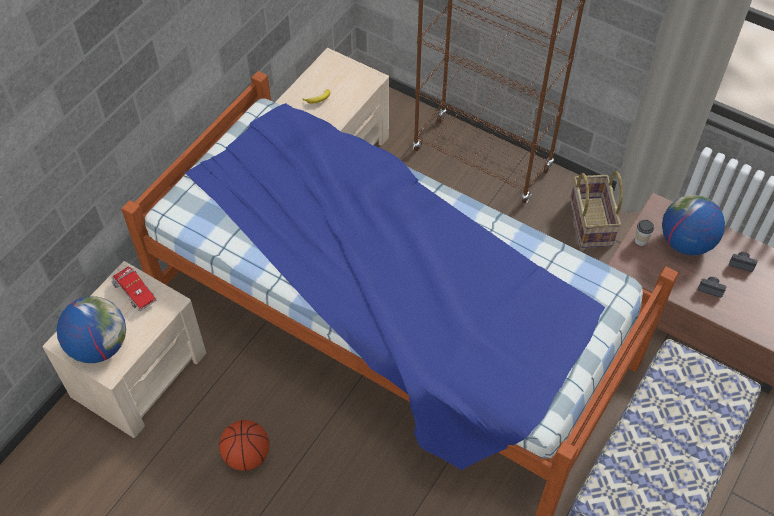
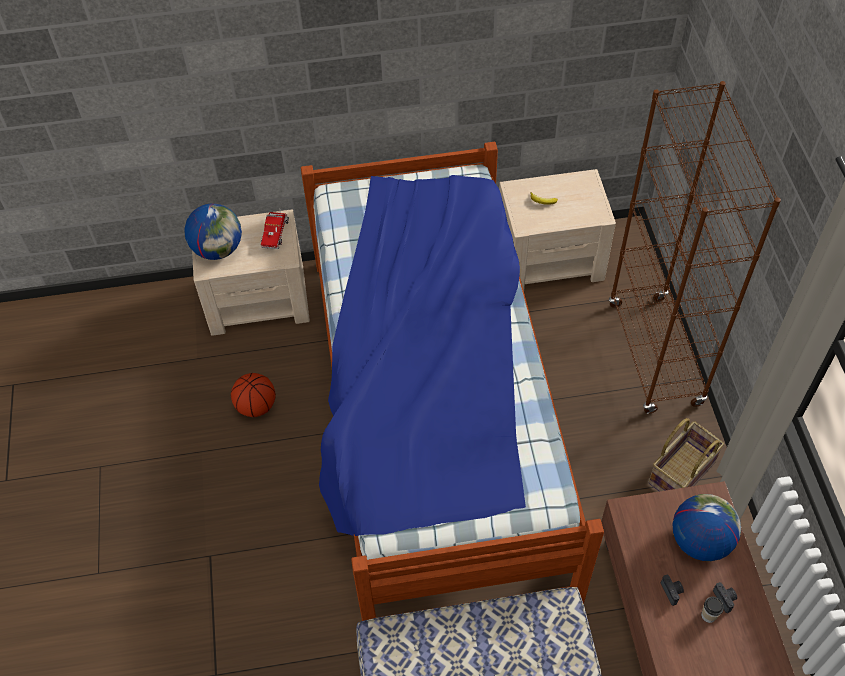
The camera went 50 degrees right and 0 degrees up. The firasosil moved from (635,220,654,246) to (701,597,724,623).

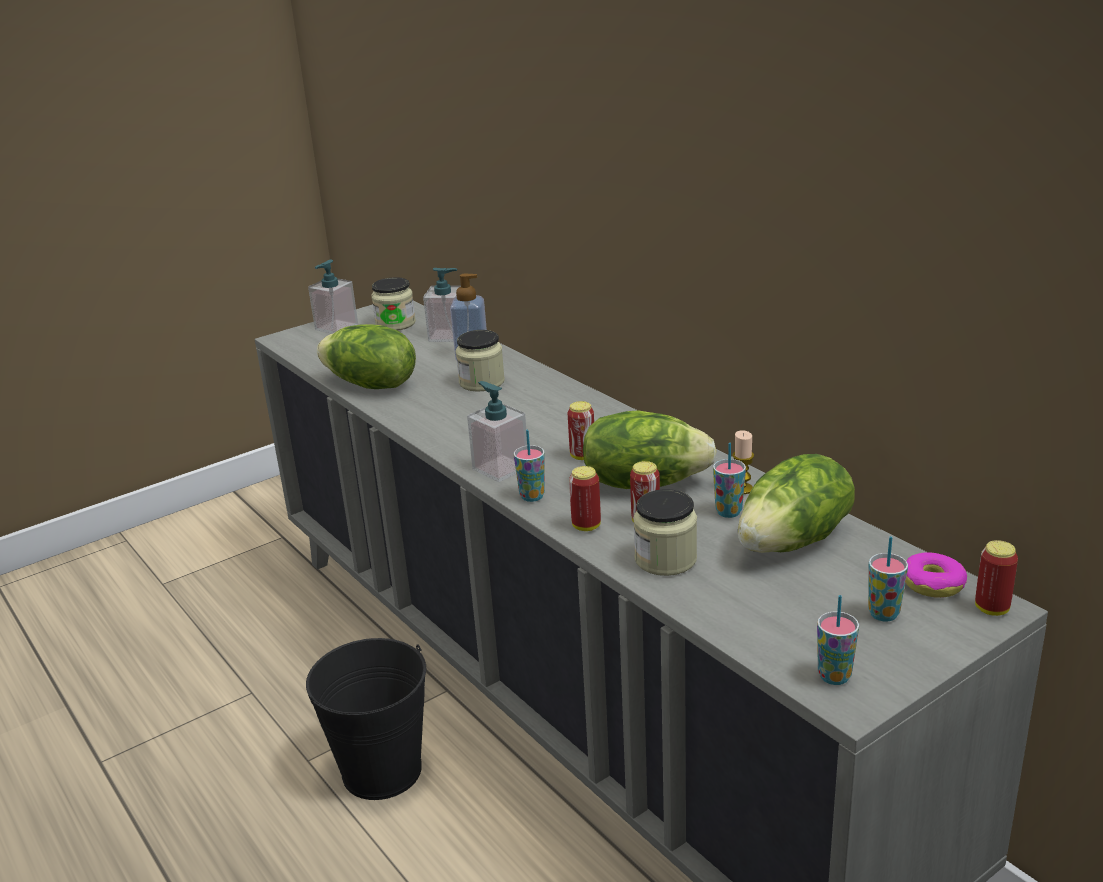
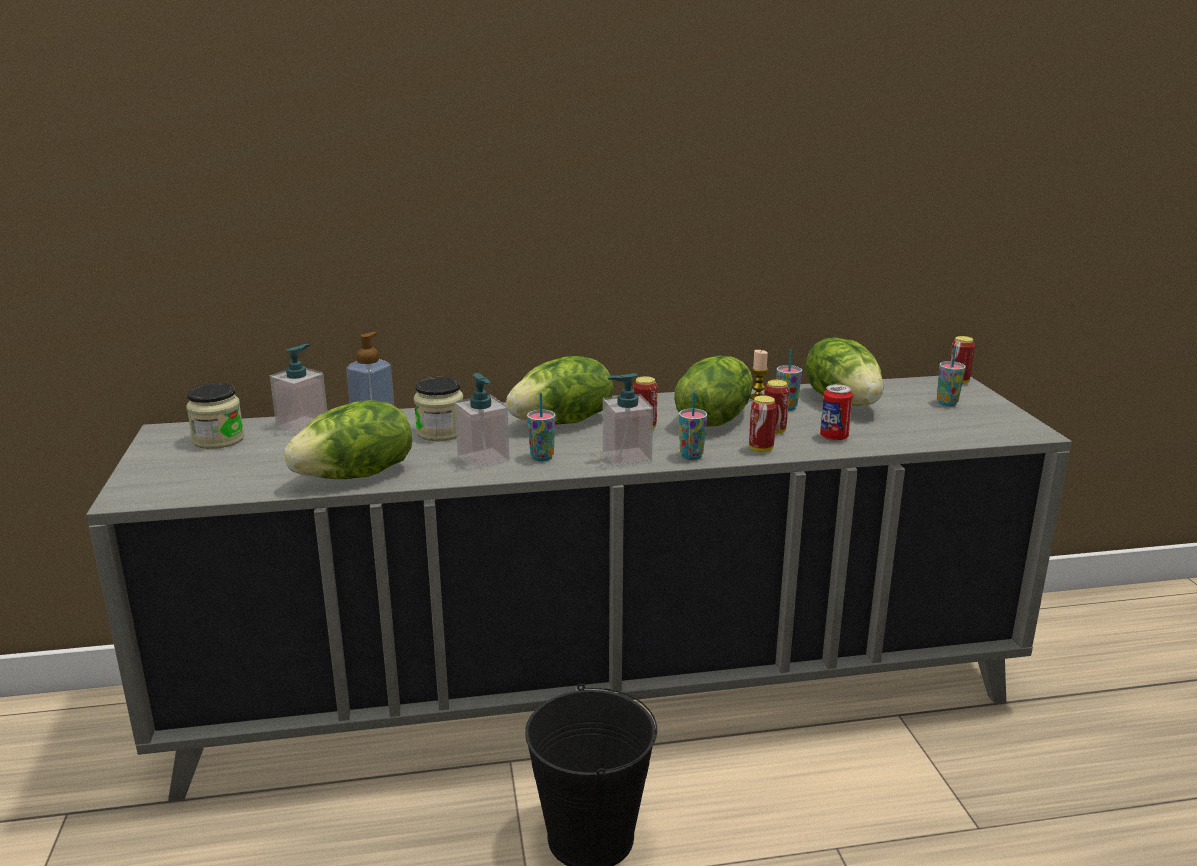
The camera went 65 degrees left and 5 degrees down. The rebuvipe moved from (308,260,358,334) to (454,373,510,470). The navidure at (506,356,613,424) appeared. The firasosil moved from (817,595,859,685) to (527,393,556,461). The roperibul at (633,489,697,576) was replaced by the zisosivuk at (820,384,853,441). The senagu at (906,552,967,598) disappeared.

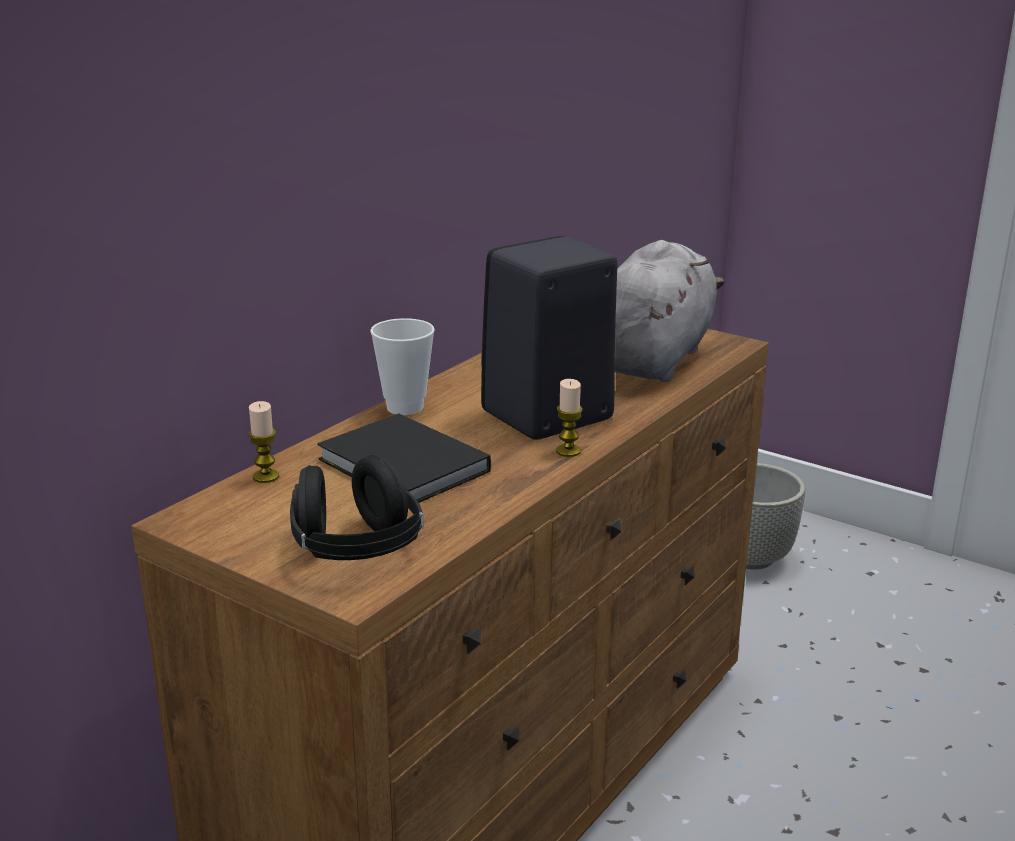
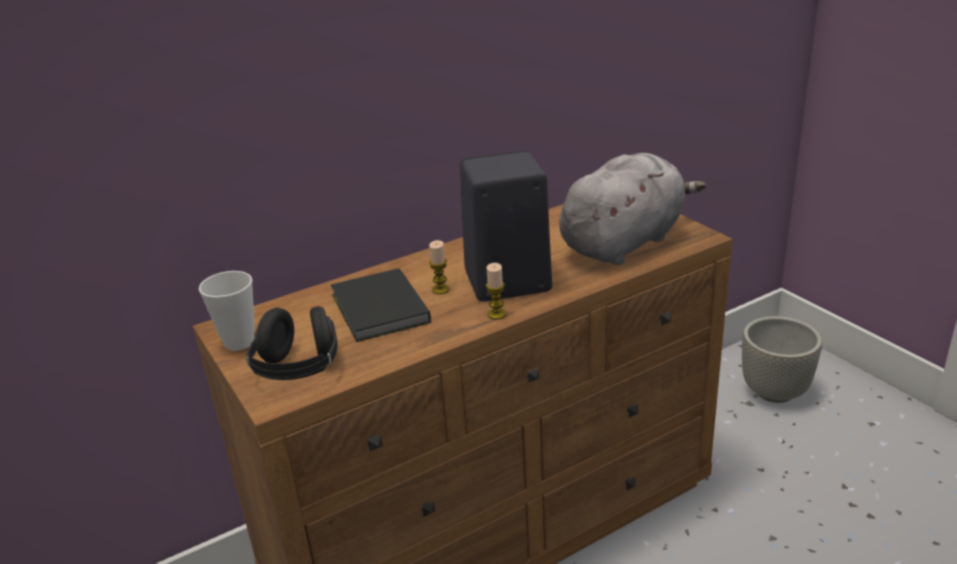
The camera went 25 degrees right and 5 degrees up. The firasosil moved from (370,318,435,415) to (199,271,255,351). The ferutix moved from (248,401,279,483) to (429,240,449,294).

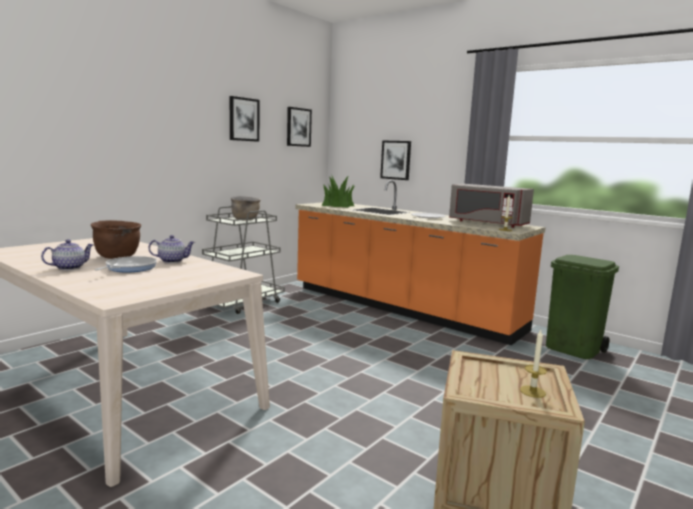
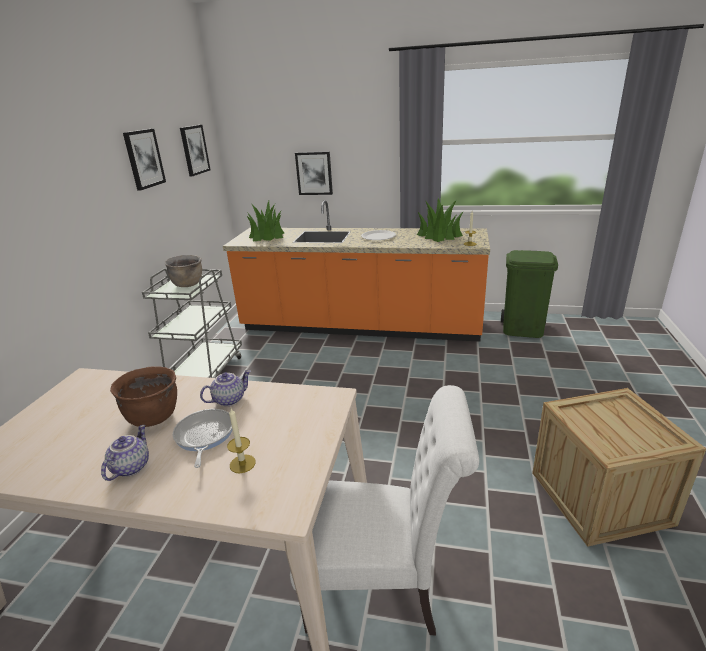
The camera went 25 degrees left and 15 degrees up. The ferutix moved from (520,330,547,398) to (227,408,256,473). The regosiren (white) at (290,385,479,636) appeared. The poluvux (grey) at (449,184,534,228) was replaced by the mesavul at (417,198,464,242).

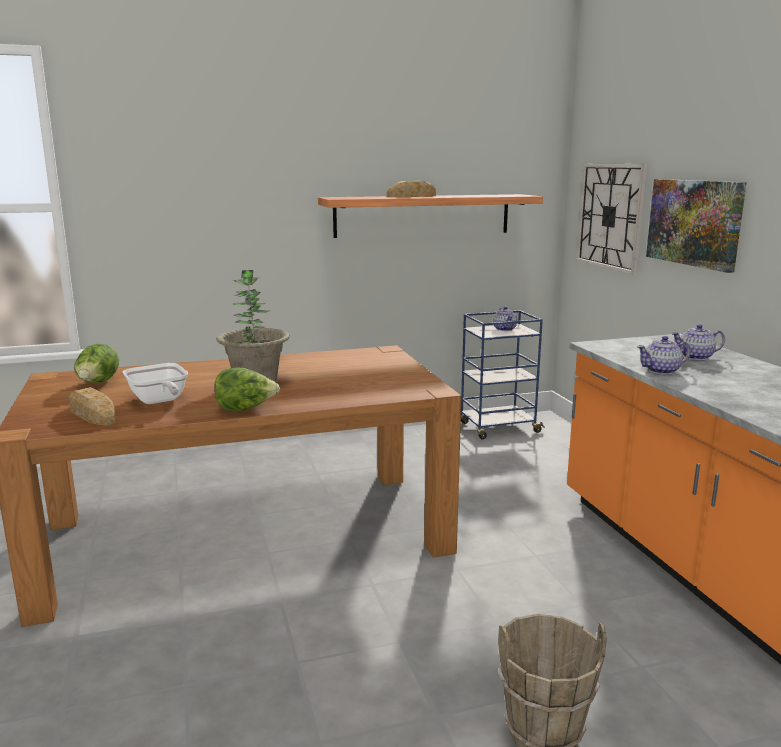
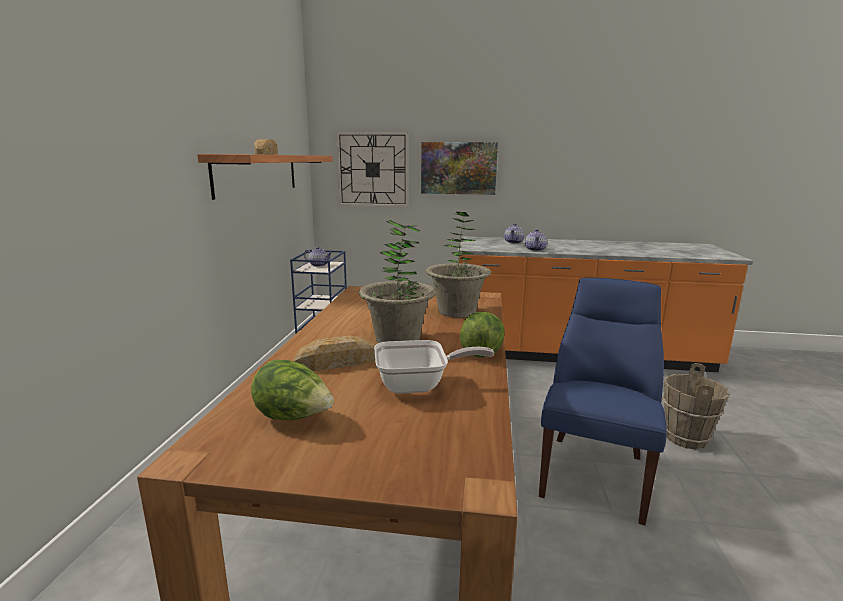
The camera went 65 degrees left and 0 degrees up. The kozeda moved from (69,387,116,426) to (294,336,375,371). The mesavul at (426,212,491,318) appeared. The regosiren (blue) at (539,278,667,525) appeared.

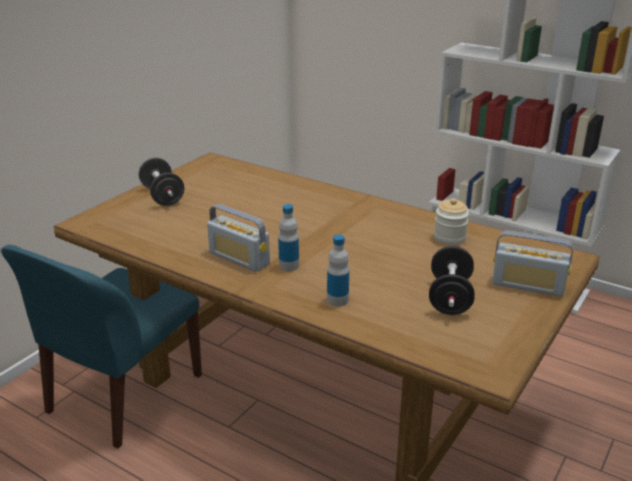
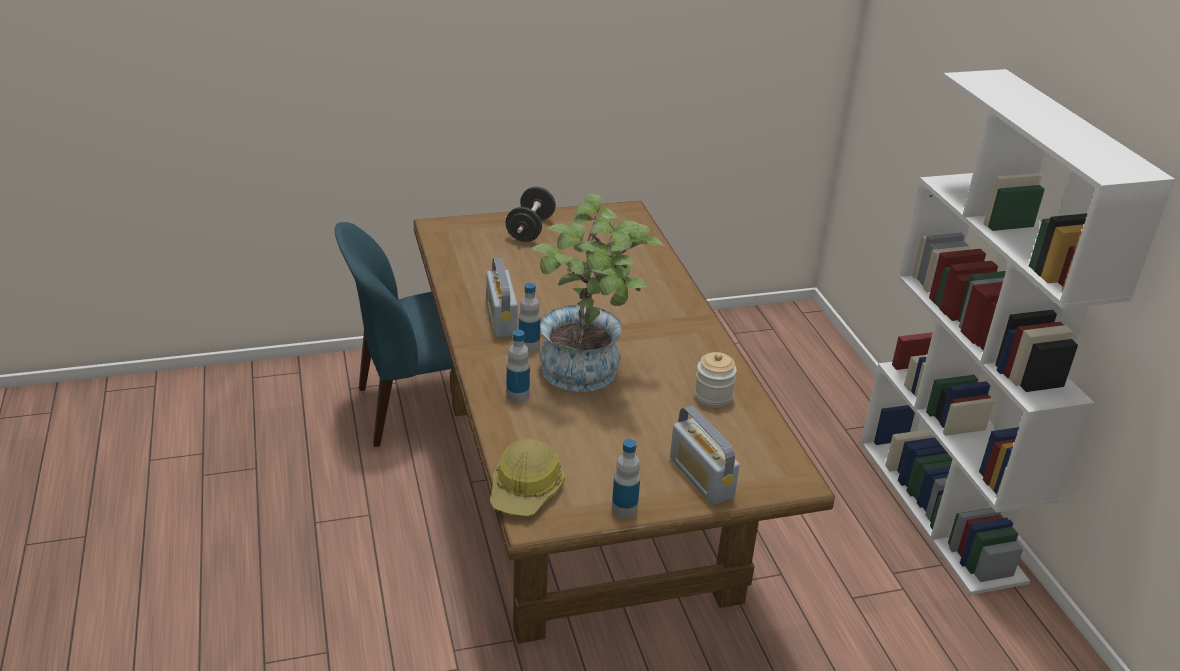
The camera went 40 degrees right and 5 degrees up. The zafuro at (490,439,565,517) appeared. The mesavul at (532,194,665,392) appeared. The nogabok at (612,439,640,519) appeared. The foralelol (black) at (429,246,475,315) disappeared.

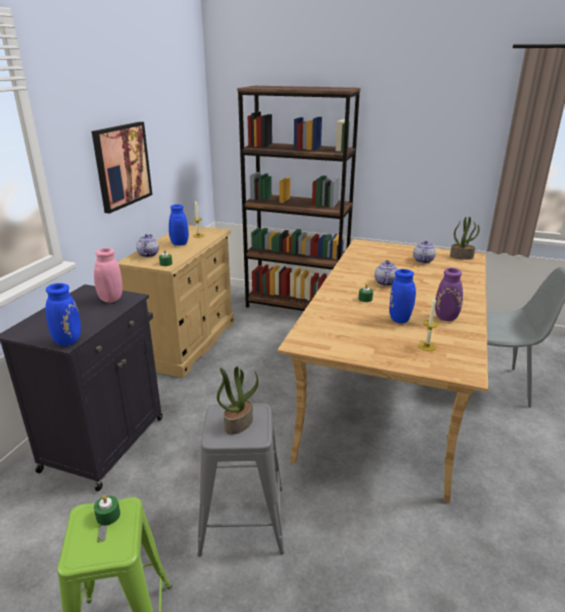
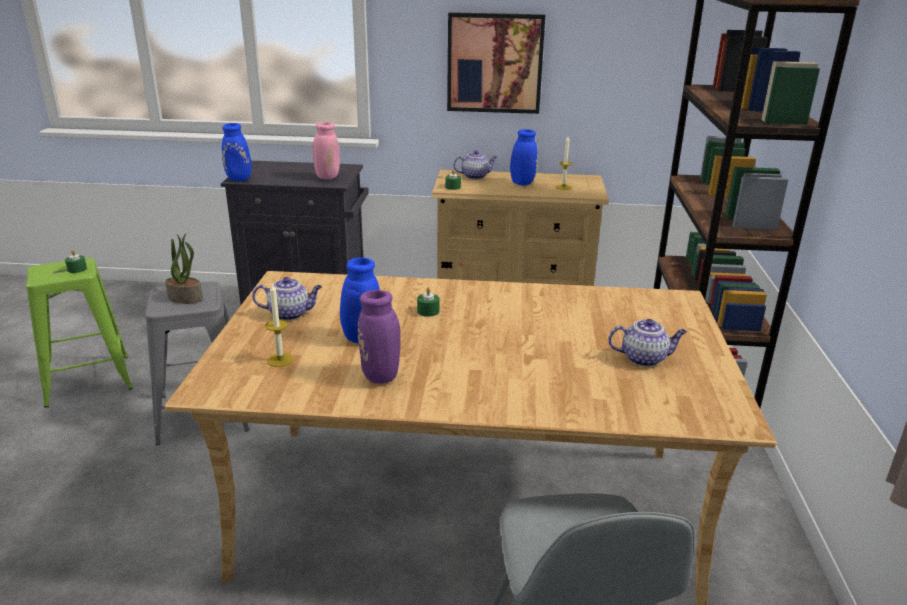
The camera went 75 degrees right and 0 degrees up. The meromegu moved from (374,260,398,286) to (252,277,322,321). The mesavul at (450,217,480,260) disappeared.

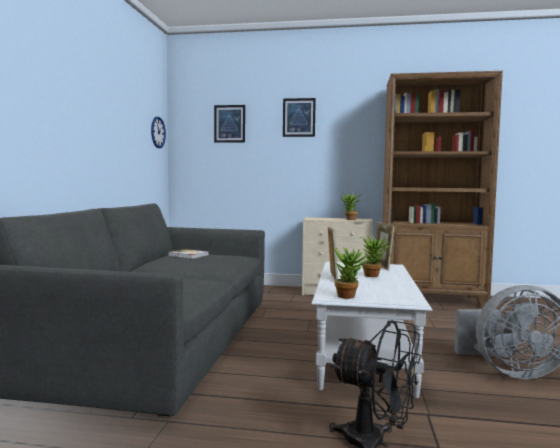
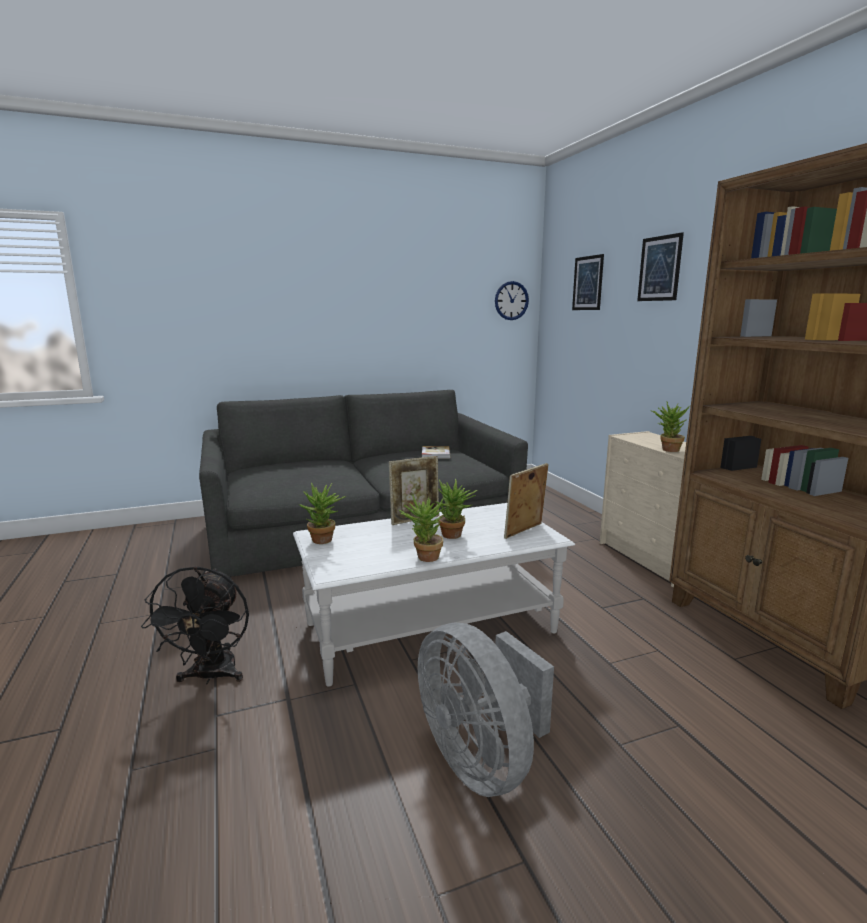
The camera went 60 degrees right and 10 degrees up. The mesavul at (399,494,446,562) appeared.

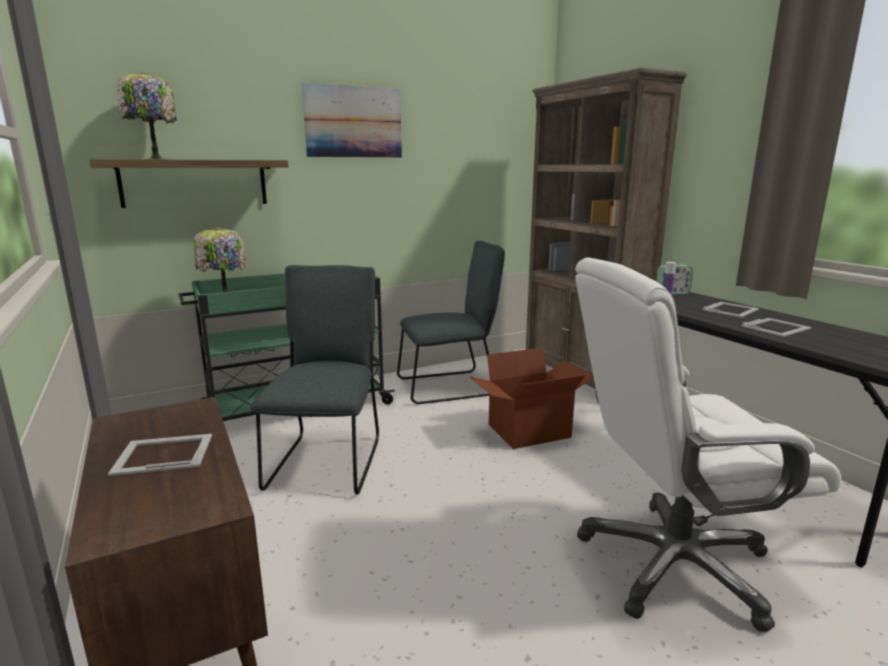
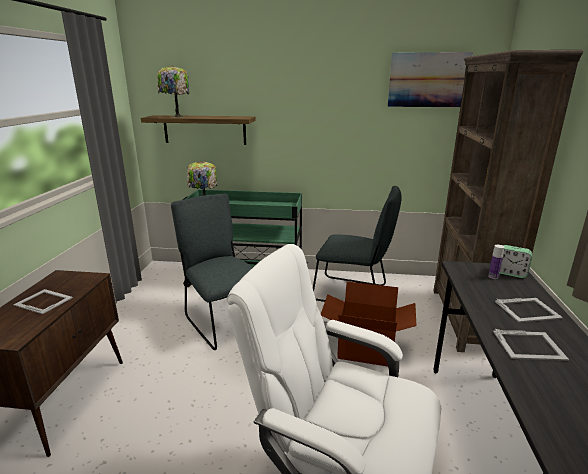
The camera went 35 degrees right and 5 degrees up. The regosiren (grey) at (250,265,379,494) turned 75 degrees counterclockwise. The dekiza moved from (302,83,402,158) to (388,52,473,107).

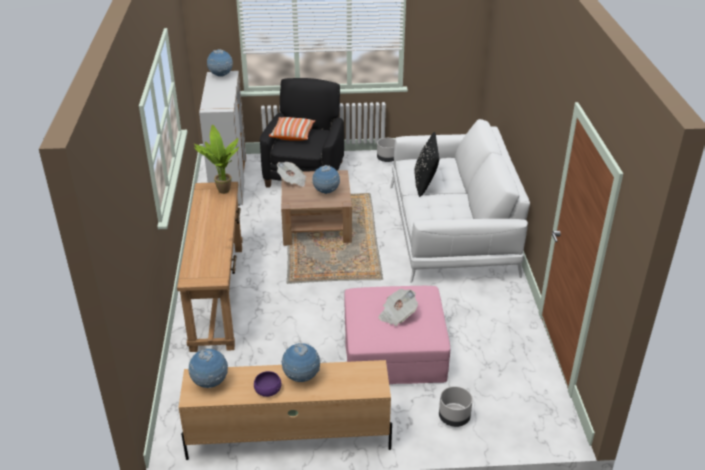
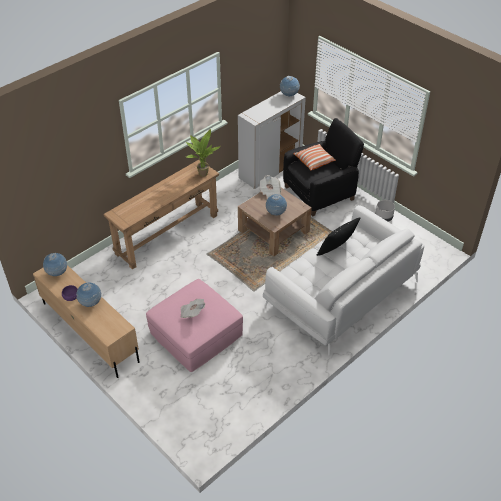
The camera went 50 degrees right and 10 degrees up. The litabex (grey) at (439,386,473,427) disappeared.

